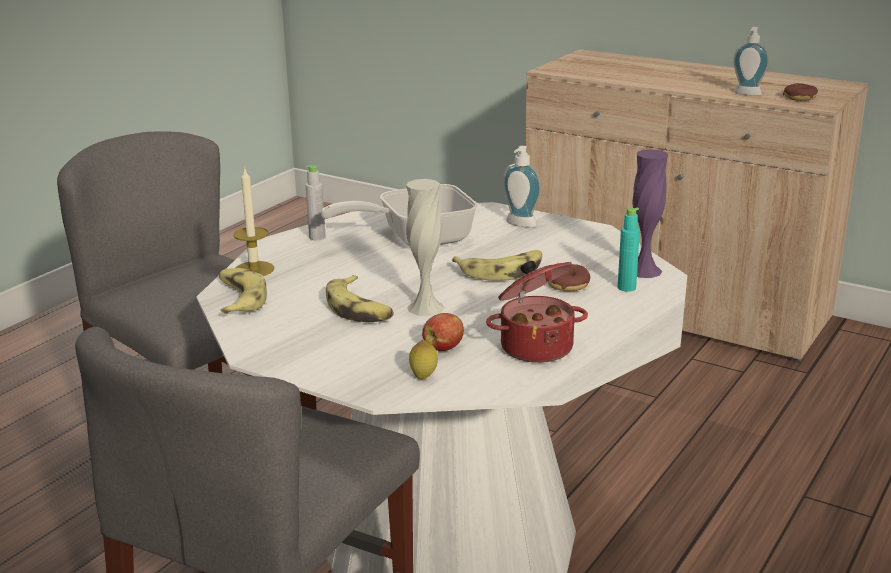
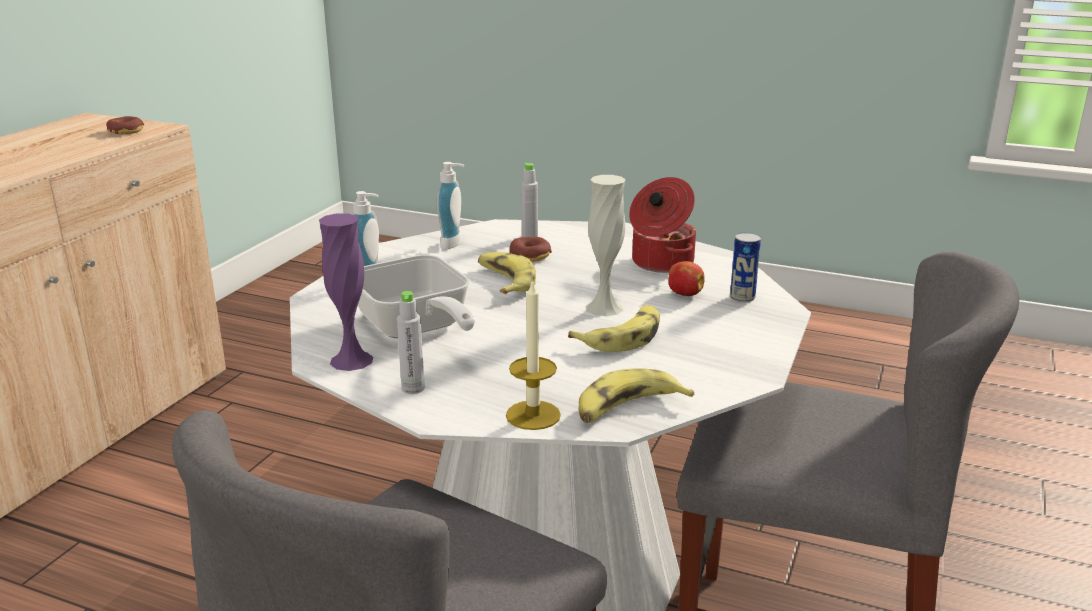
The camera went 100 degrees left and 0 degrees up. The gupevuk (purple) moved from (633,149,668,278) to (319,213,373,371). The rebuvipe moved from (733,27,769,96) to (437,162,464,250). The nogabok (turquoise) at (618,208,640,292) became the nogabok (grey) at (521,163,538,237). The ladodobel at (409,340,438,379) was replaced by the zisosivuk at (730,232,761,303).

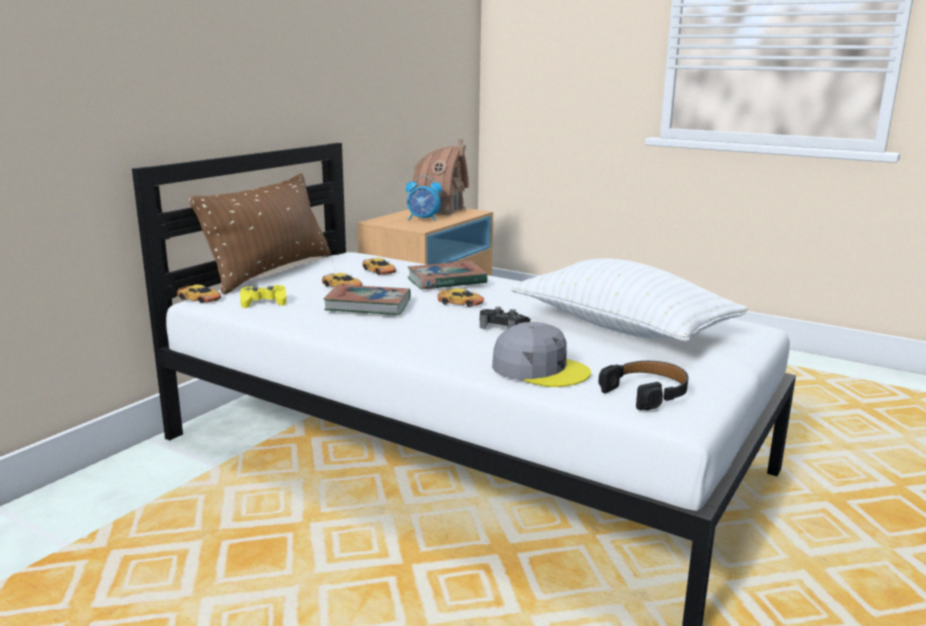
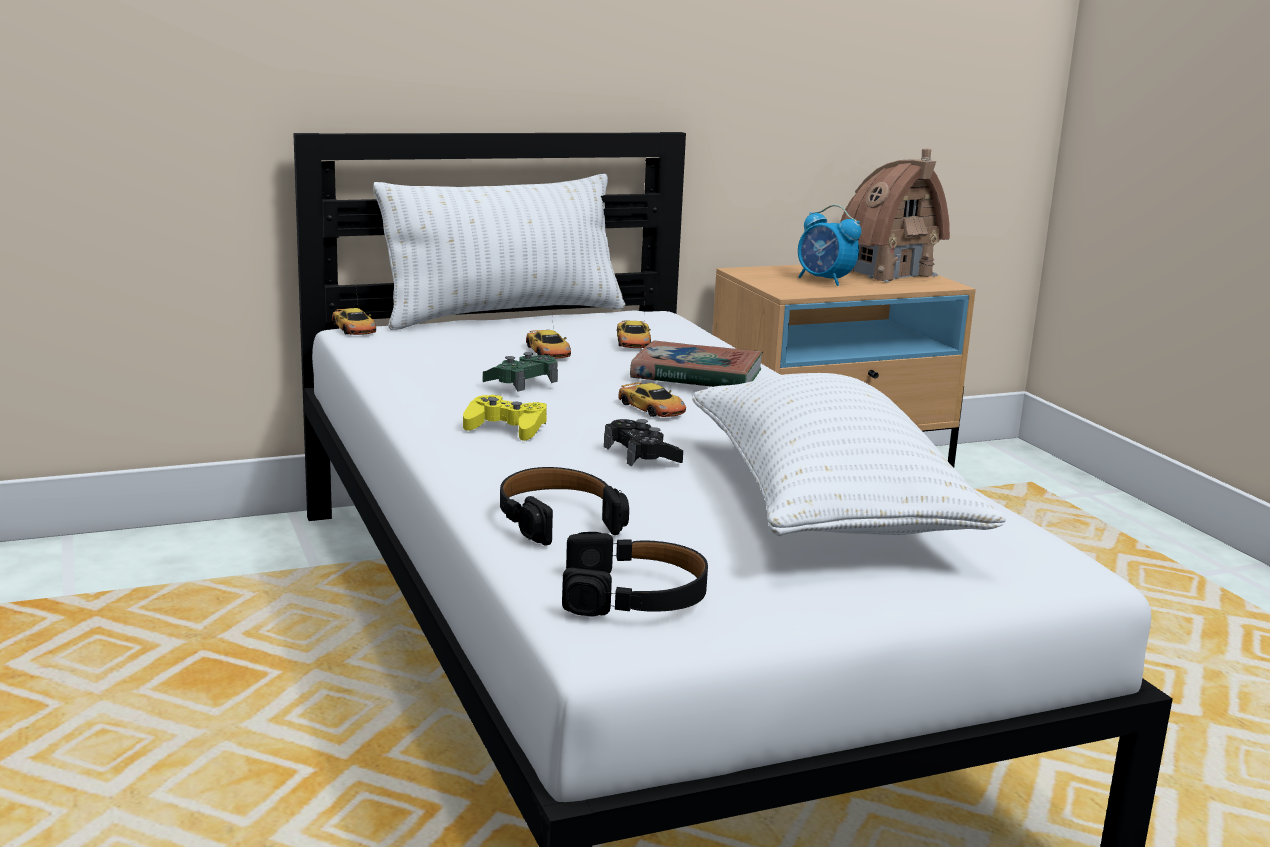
The camera went 35 degrees right and 0 degrees up. The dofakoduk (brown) at (190,173,330,295) became the dofakoduk (white) at (373,174,625,330). The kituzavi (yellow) moved from (240,285,286,308) to (463,395,547,441). The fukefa at (324,285,411,315) was replaced by the kituzavi (green) at (483,352,558,392). The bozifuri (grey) at (492,322,591,387) was replaced by the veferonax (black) at (500,467,629,546).

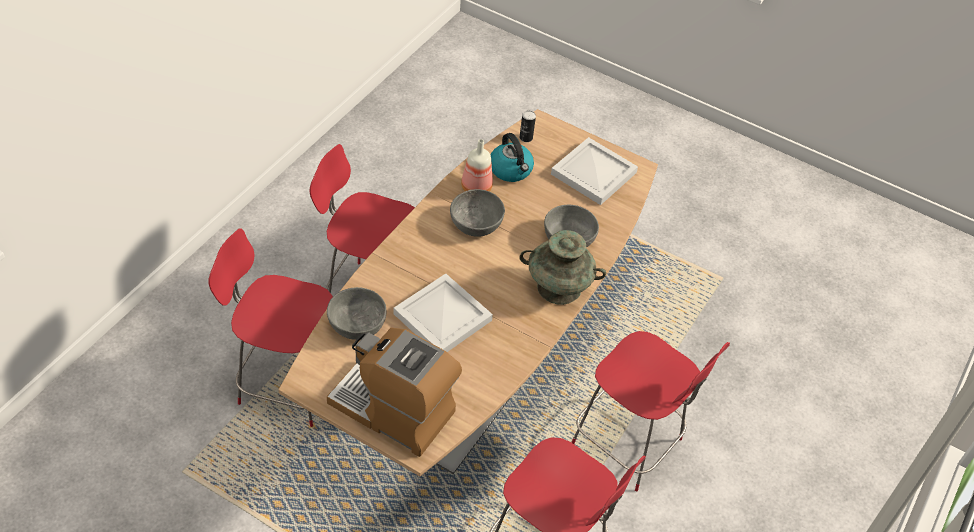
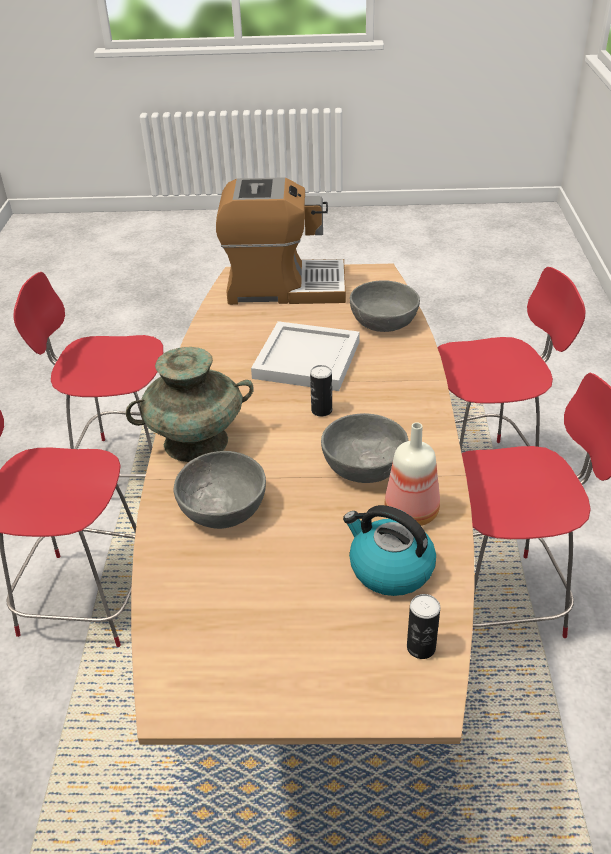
The camera went 155 degrees right and 10 degrees down. The zisosivuk at (310,365,332,417) appeared. The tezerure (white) at (551,137,638,205) disappeared.

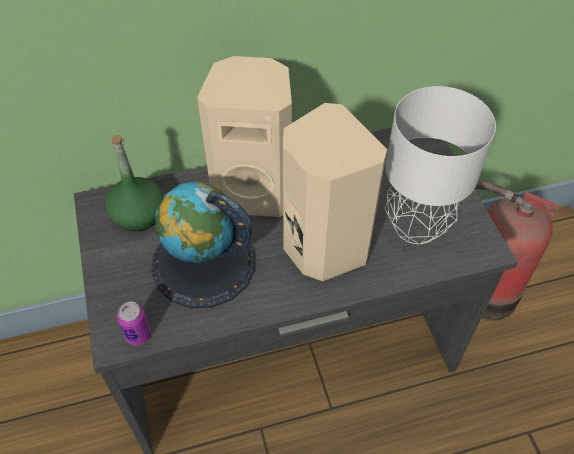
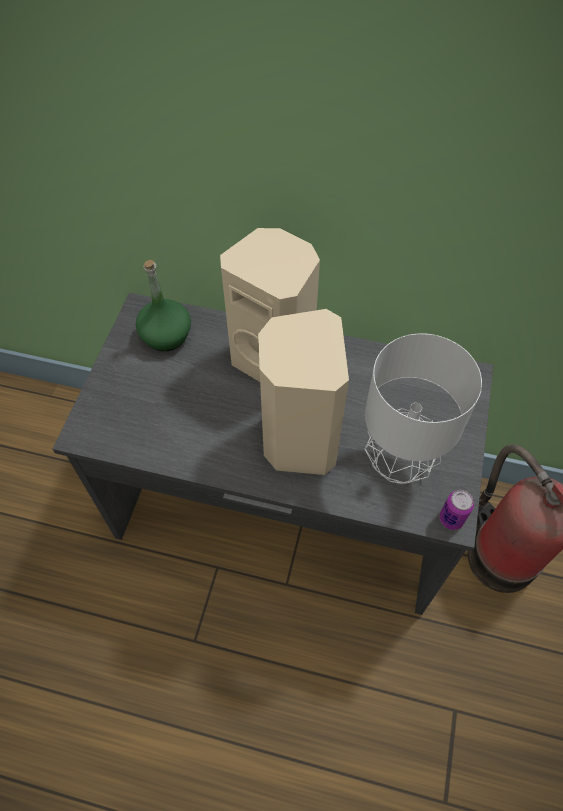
The camera went 30 degrees right and 5 degrees up. The zisosivuk moved from (117,302,151,346) to (439,490,474,530). The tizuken at (151,181,255,308) disappeared.

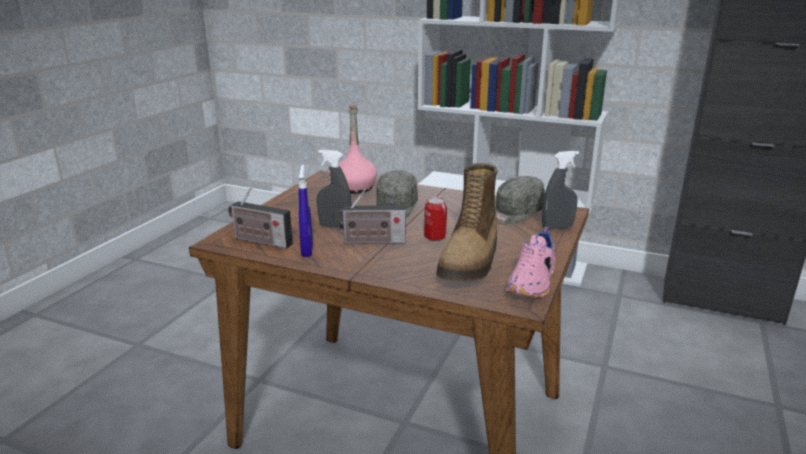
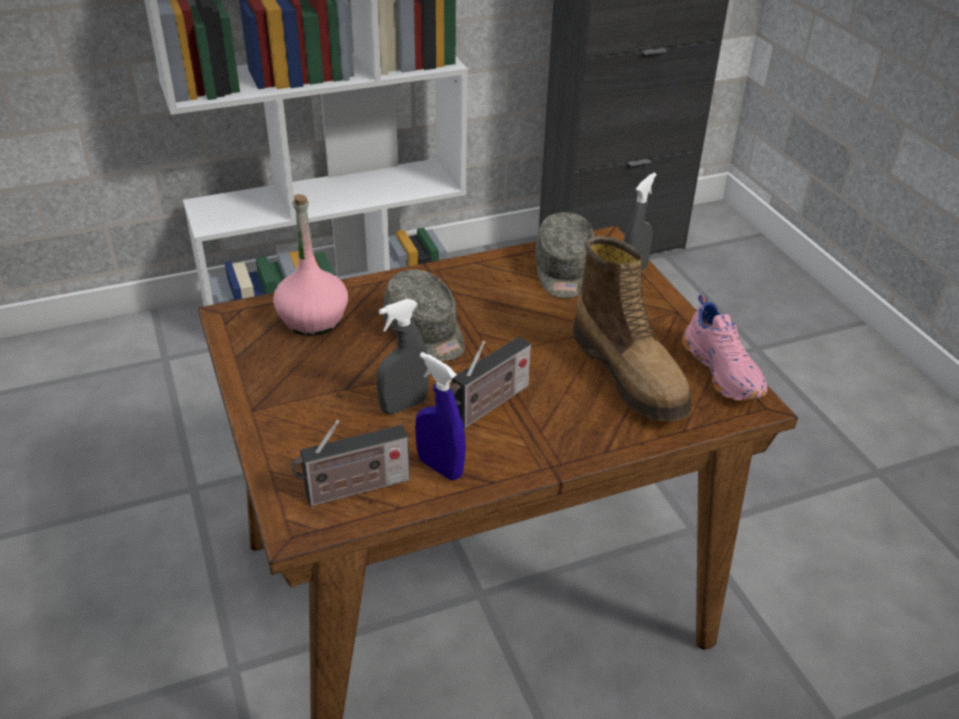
The camera went 45 degrees left and 15 degrees up. The zisosivuk at (424,197,447,241) disappeared.

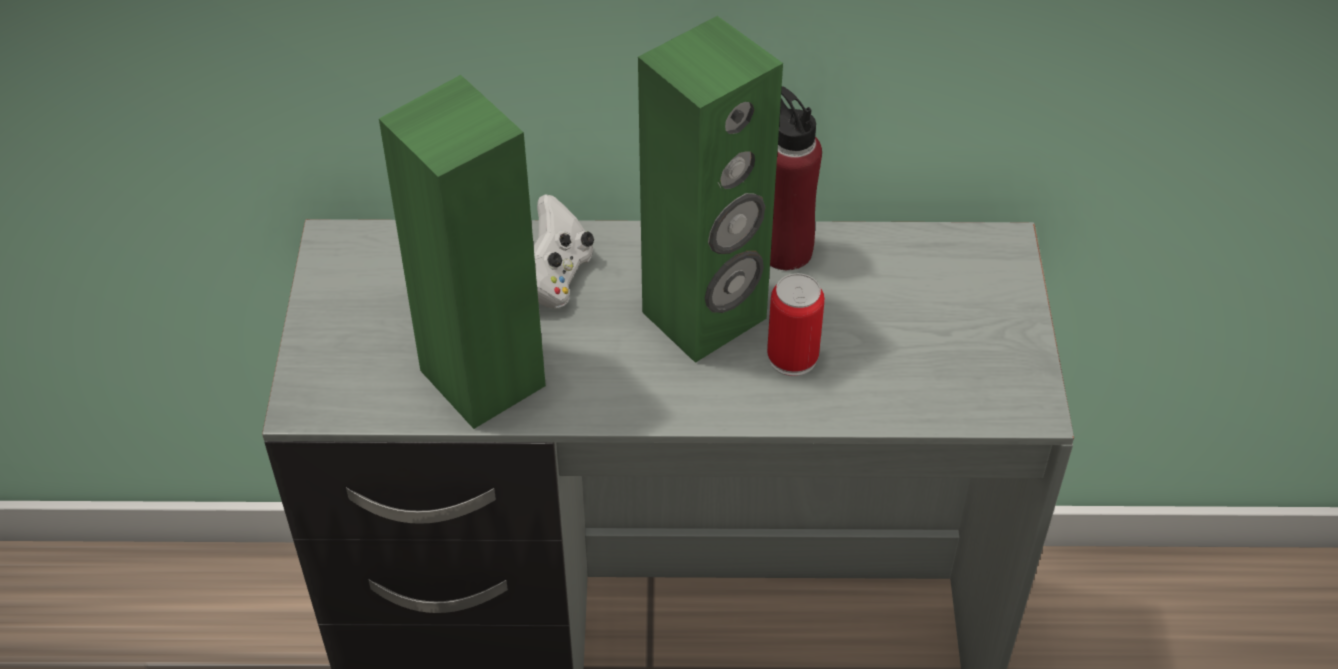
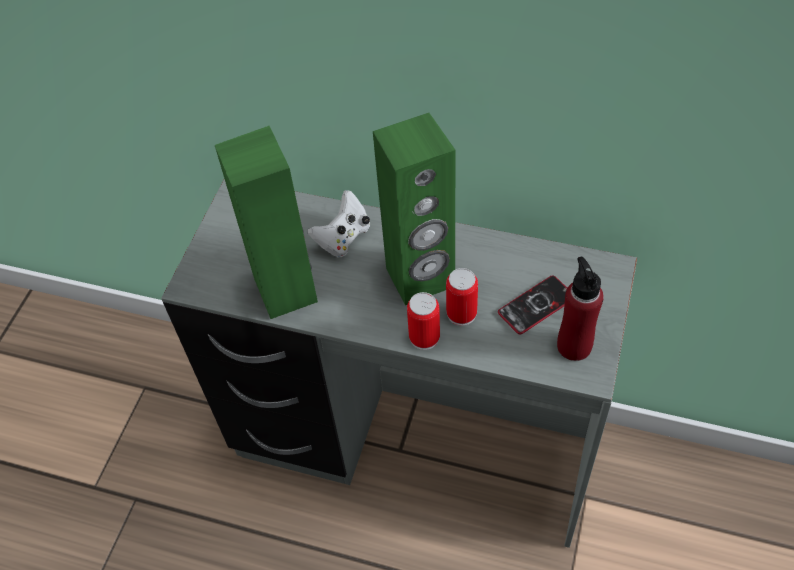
The camera went 20 degrees right and 5 degrees up. The zisosivuk at (407,292,440,350) appeared. The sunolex at (498,275,567,335) appeared. The nogabok (red) moved from (770,86,822,270) to (557,256,604,361).

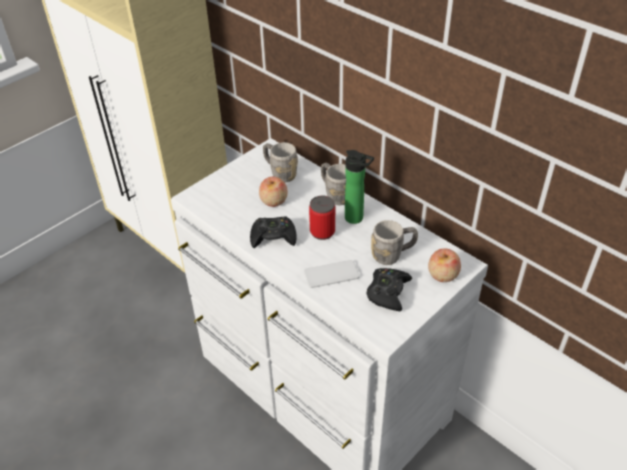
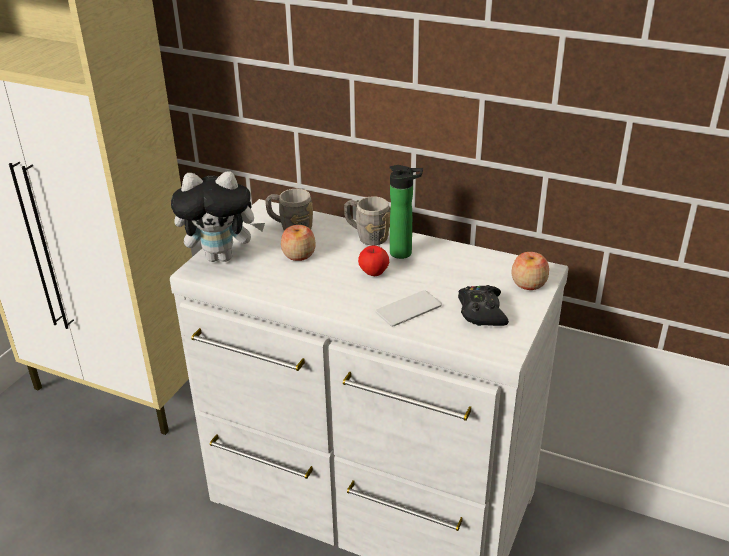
The camera went 20 degrees left and 10 degrees down. The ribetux at (171,171,265,262) appeared. The zisosivuk at (309,196,335,240) was replaced by the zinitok at (358,245,389,276). The kituzavi (black) at (250,216,297,248) disappeared. The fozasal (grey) at (371,220,418,265) disappeared.

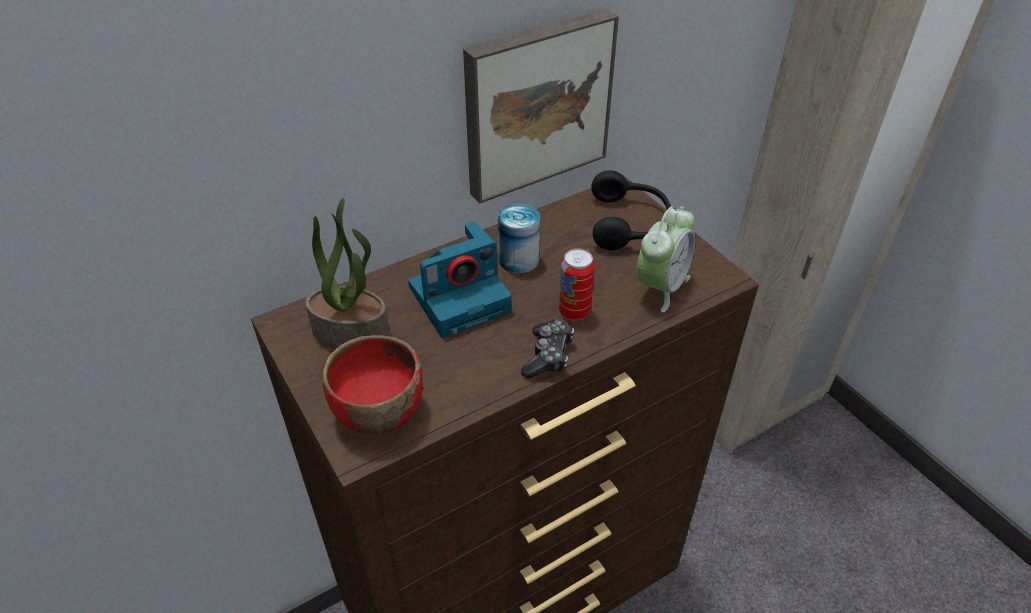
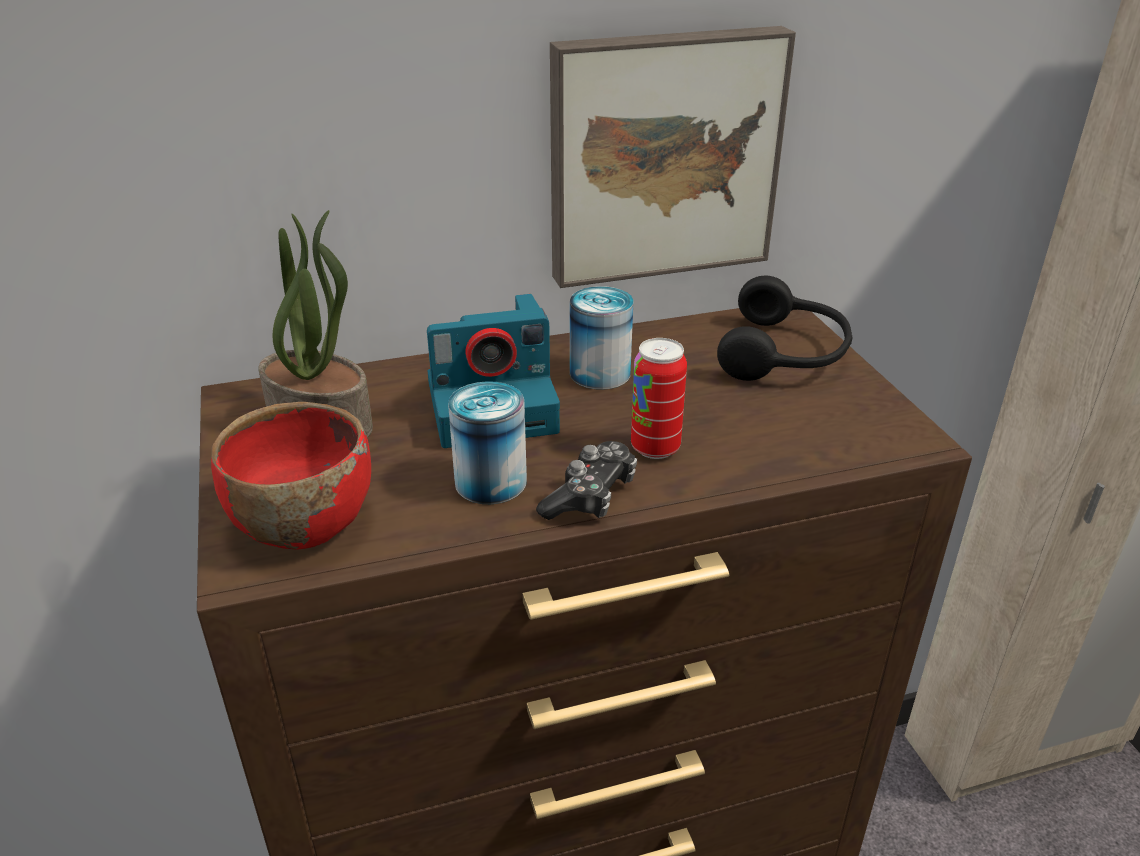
The camera went 15 degrees right and 10 degrees down. The zisosivuk at (448,381,527,504) appeared. The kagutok at (637,206,695,312) disappeared.

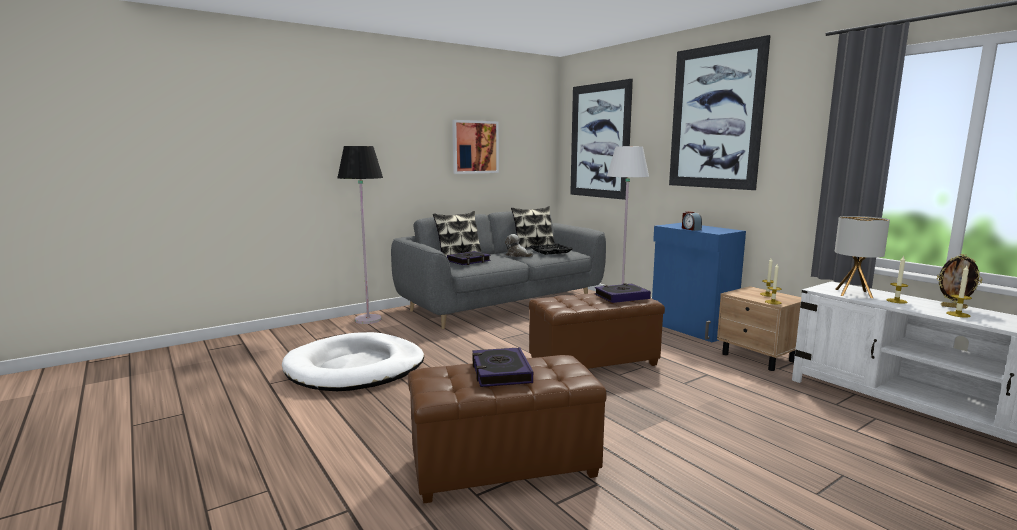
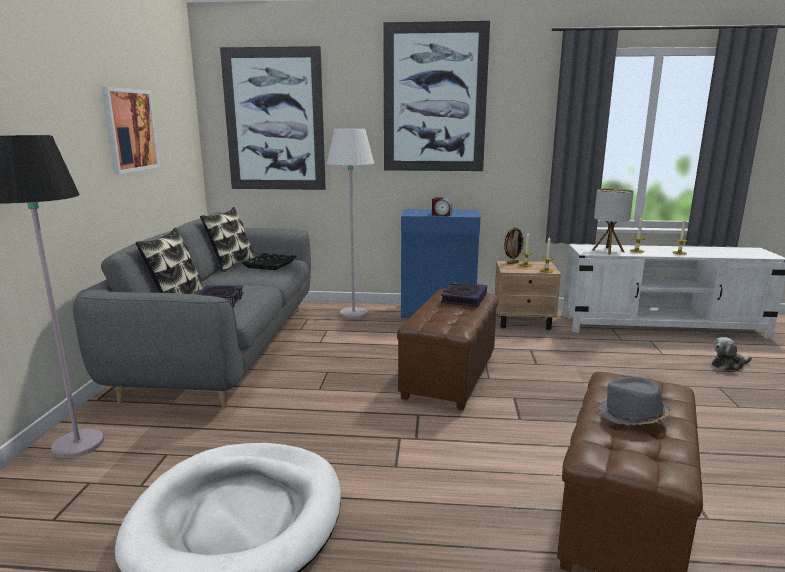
The camera went 50 degrees left and 5 degrees up. The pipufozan moved from (937,254,982,309) to (504,227,525,264). The fukefa at (472,347,533,387) was replaced by the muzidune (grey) at (598,376,670,426). The ribetux moved from (505,234,533,257) to (712,337,752,371).

